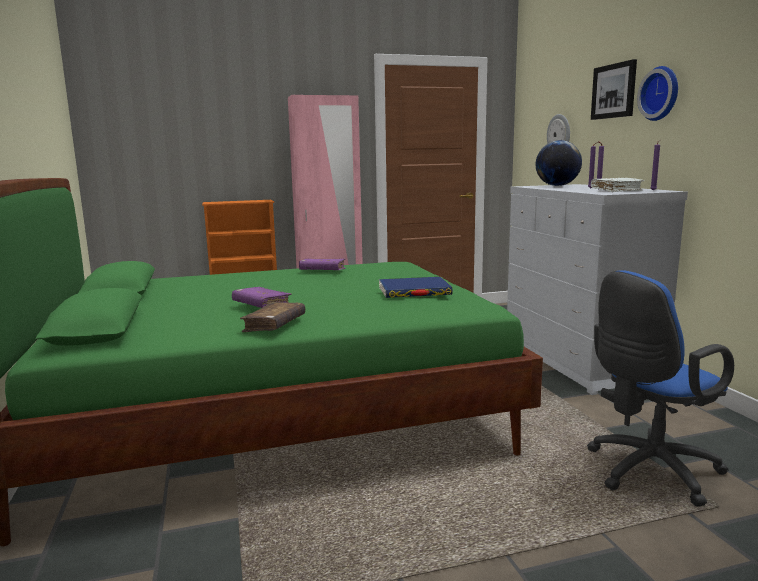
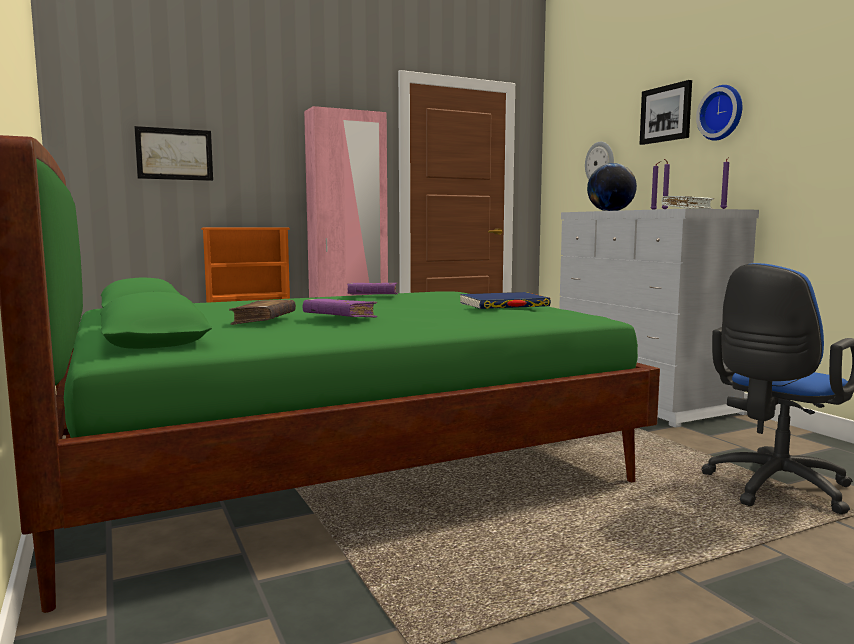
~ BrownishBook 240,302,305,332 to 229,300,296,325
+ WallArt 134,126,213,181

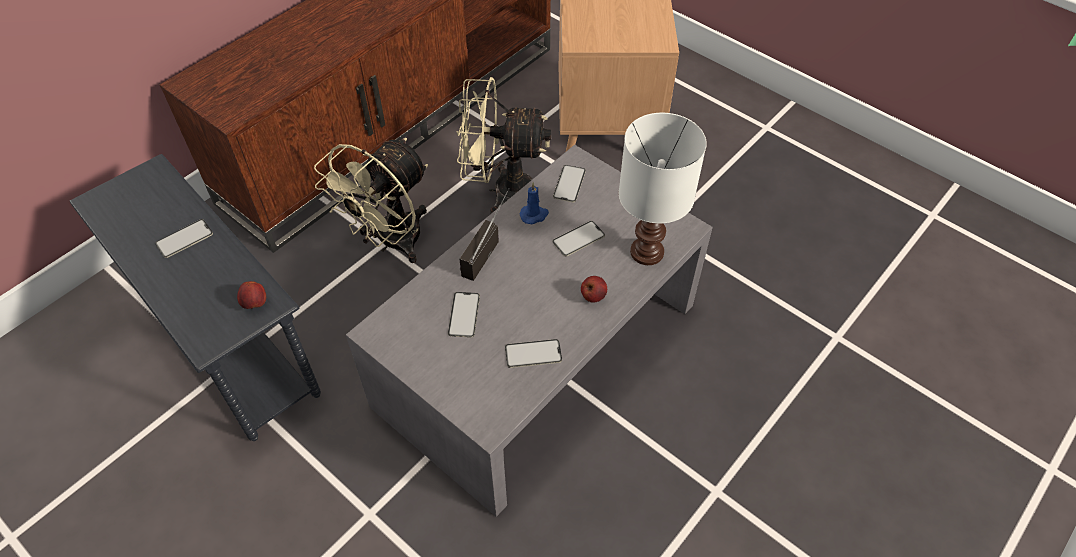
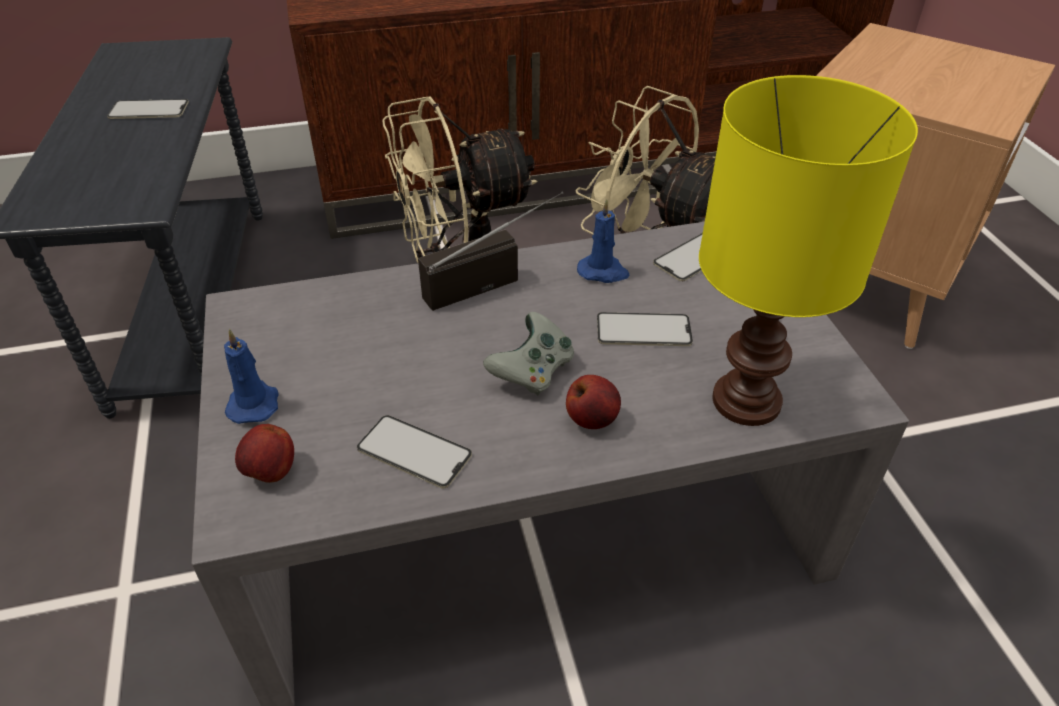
~ WholeApple 237,281,266,309 to 235,424,294,483
- Telephone 448,292,480,338
~ WhitishTableLamp 619,113,707,265 to YellowTableLamp 699,75,918,426
+ BlueColouredWaxLight 224,329,278,424
+ GreyJoypad 483,312,574,396

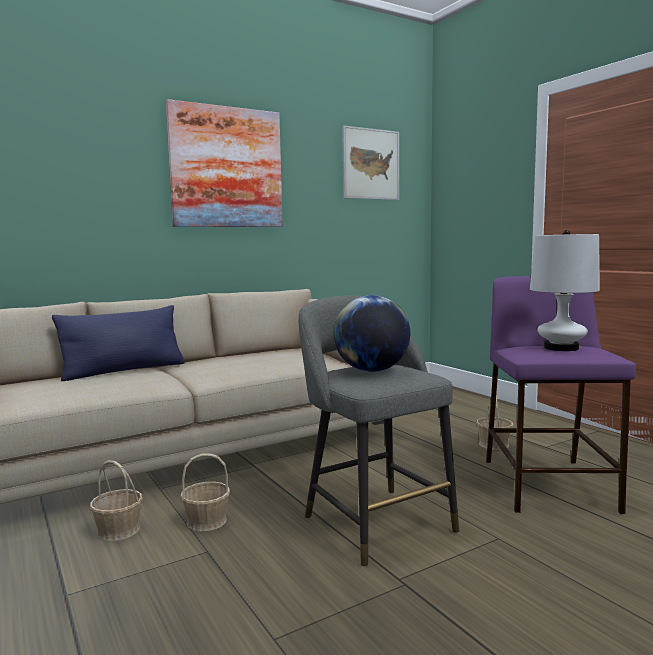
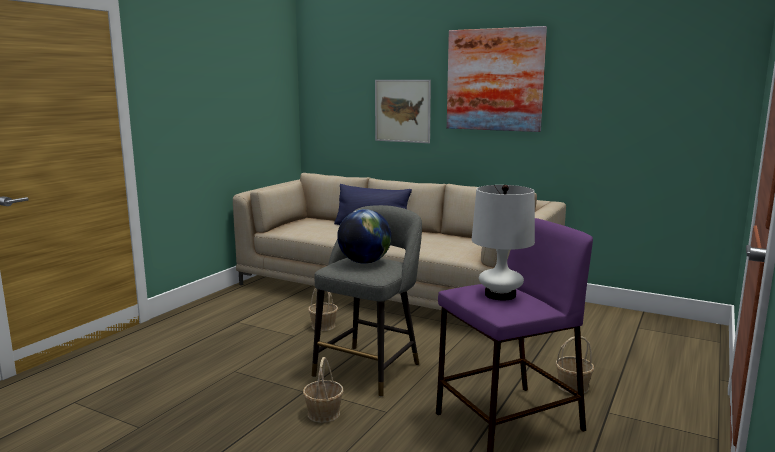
~ HouseholdBasket 90,460,143,541 to 303,357,344,423
~ WallArt 342,125,399,200 to 375,80,431,143

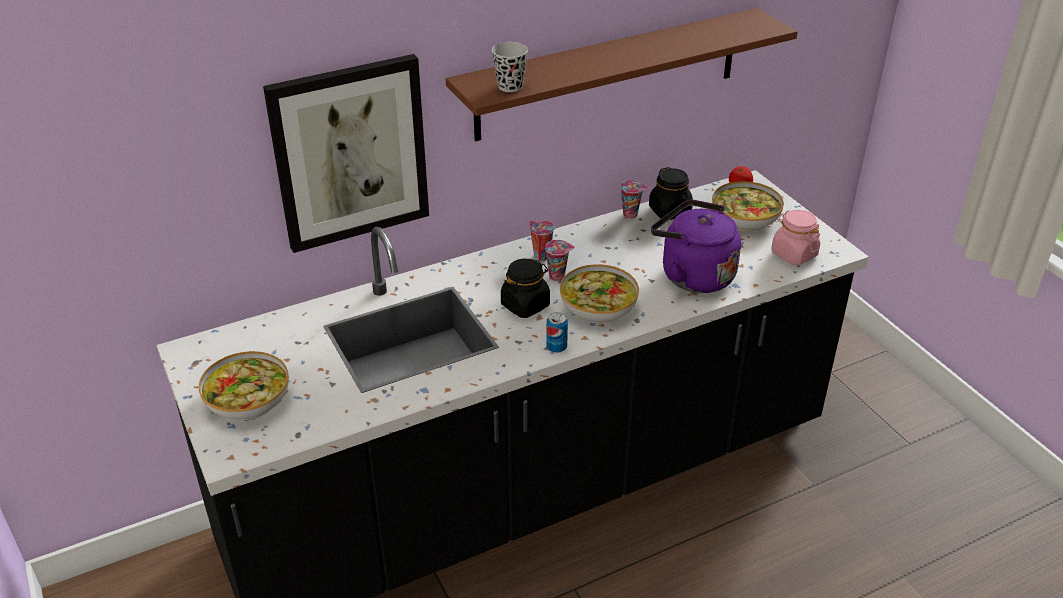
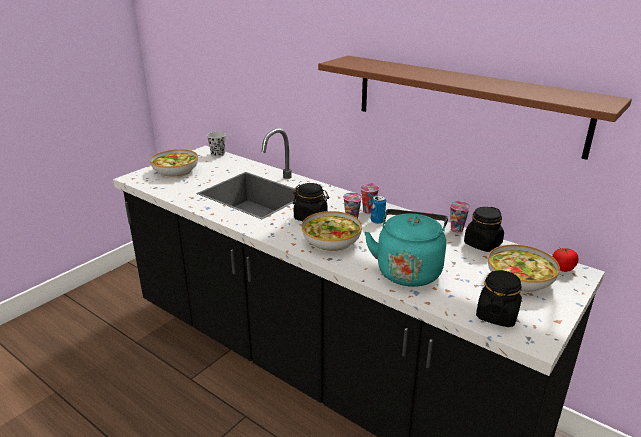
- WallArt 263,54,429,253
~ BlackishDrinkingCup 492,42,528,92 to 207,132,226,157
~ MetalCan 546,312,568,353 to 371,195,386,224
~ PurplishWaterKettle 651,199,741,293 to TurquoiseColouredWaterKettle 364,209,448,287
~ PinkStorageJar 771,210,820,265 to BlackishStorageJar 476,270,522,327

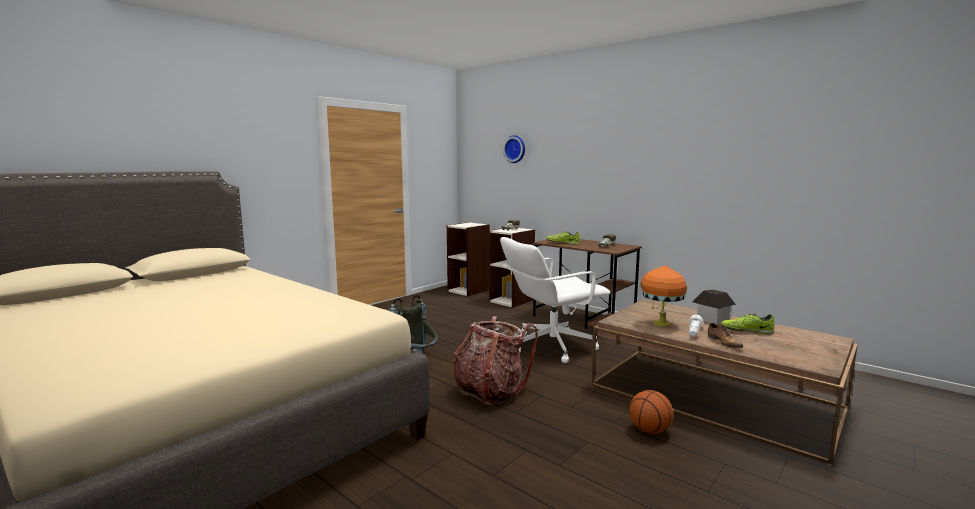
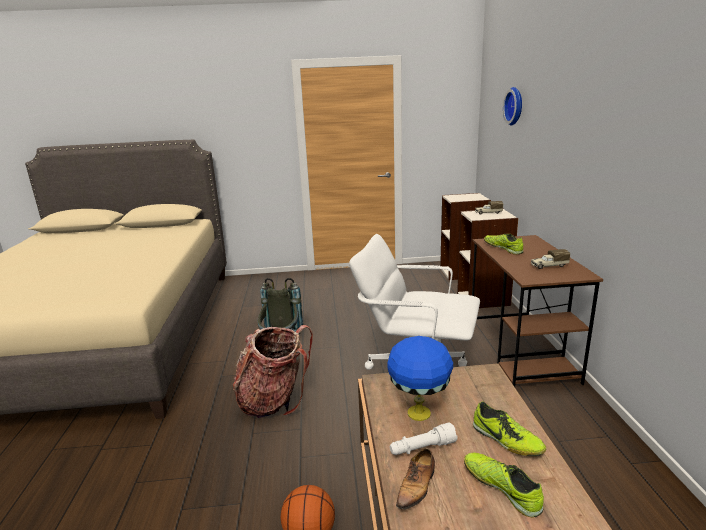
~ OrangeTableLamp 641,265,687,327 to BlueColouredTableLamp 387,336,453,421
~ MiniatureHouse 692,289,736,324 to Shoe 473,401,546,456

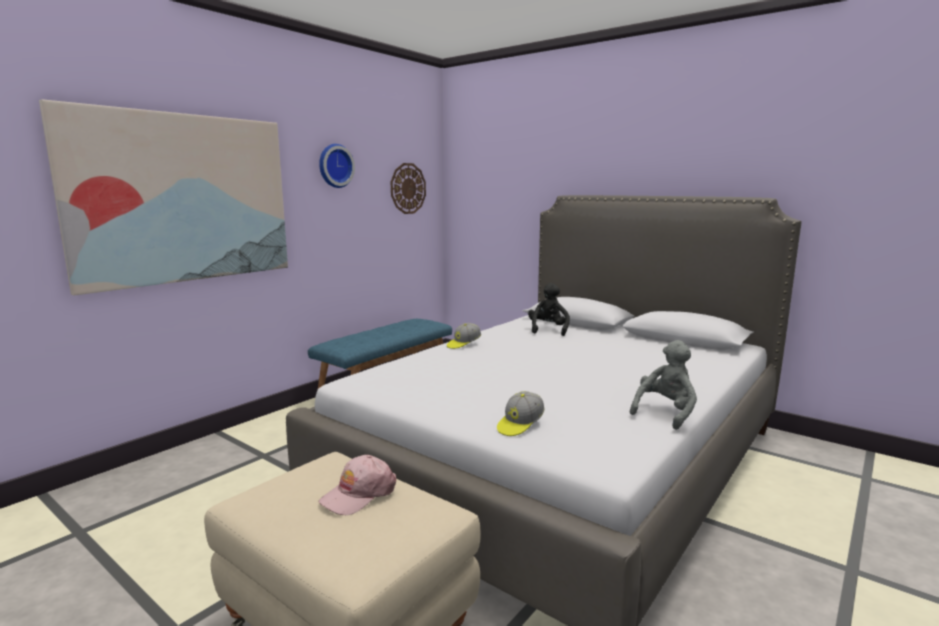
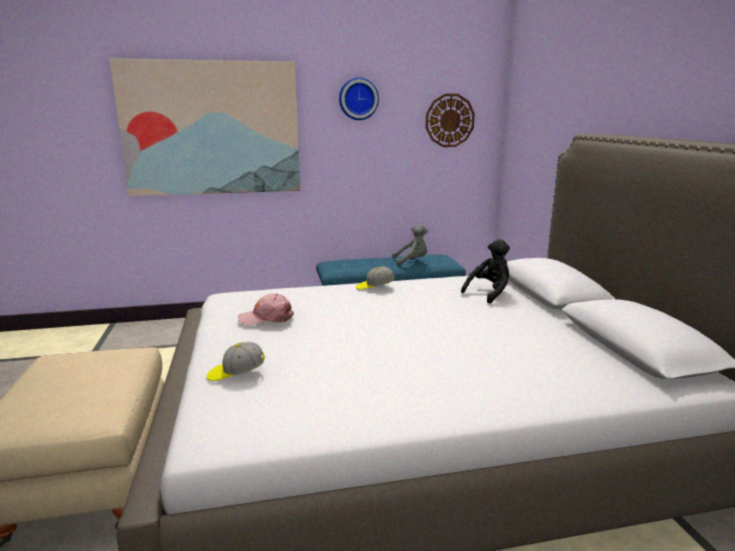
~ PinkBaseballCap 318,455,396,515 to 238,293,294,325
~ GreyPlushToy 630,340,697,430 to 392,224,428,266

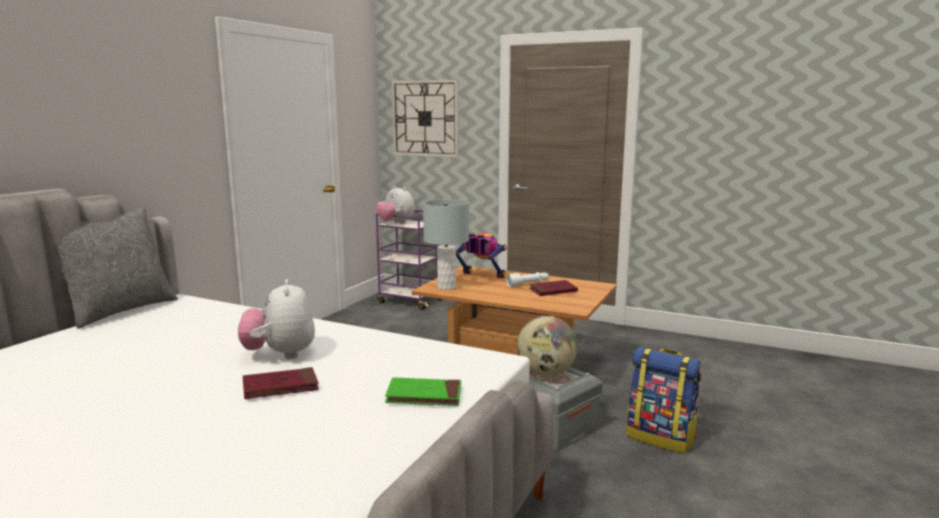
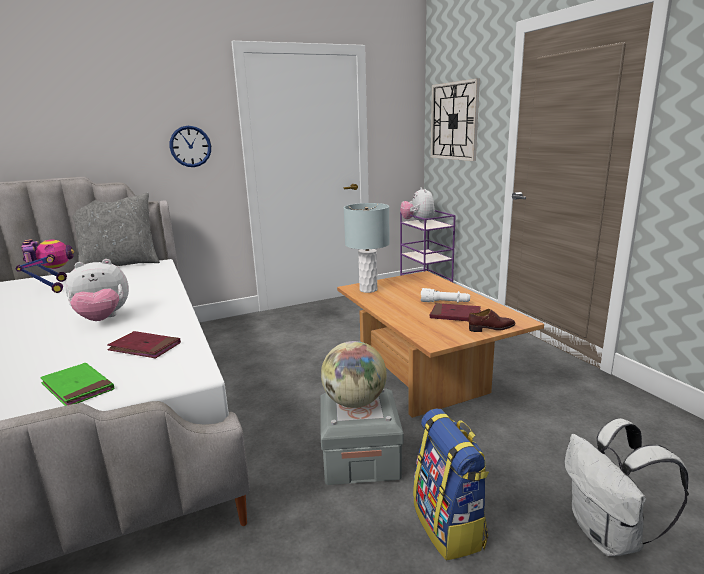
~ PlushToy 238,279,315,359 = 66,259,129,321 135 degrees counterclockwise
~ ReddishBook 243,367,319,399 to 107,331,181,358
~ ModelRobot 456,232,507,278 to 16,239,74,293
+ WallClock 170,126,211,167
+ BrownishShoe 468,309,515,332
+ WhitishBackpack 565,418,689,556

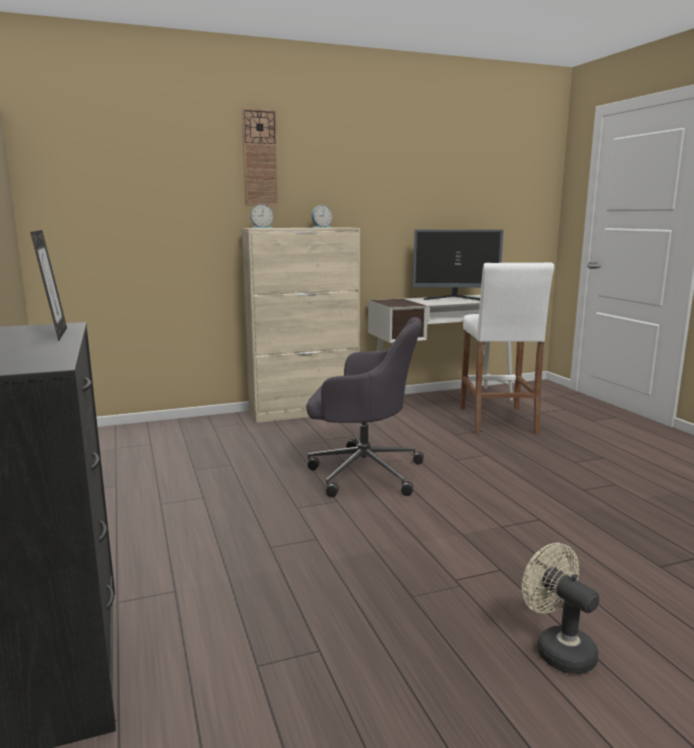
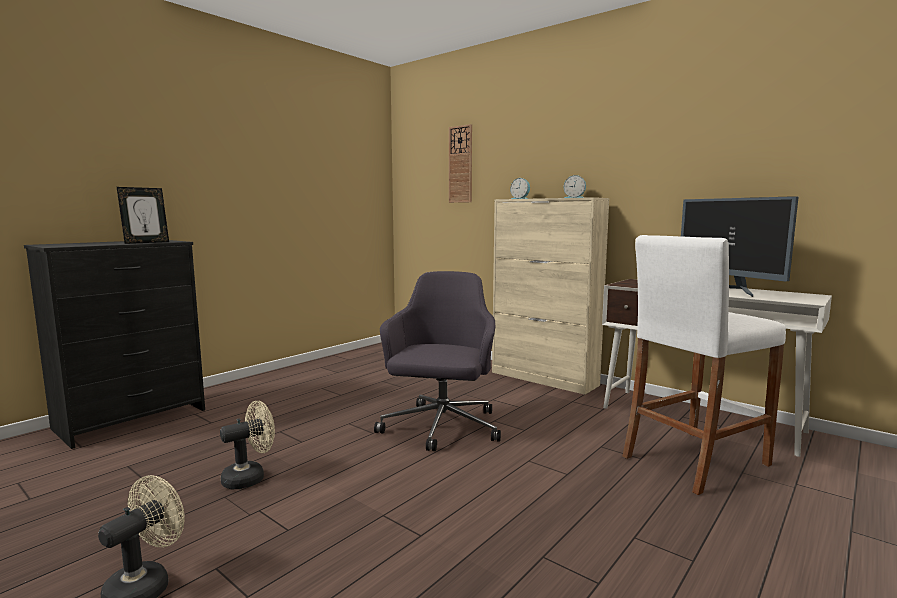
~ WallClock 242,108,279,206 to 449,124,472,203
~ GreyOfficeChair 306,317,424,497 = 374,271,501,451 150 degrees counterclockwise
+ BeigeColouredFan 220,401,275,489

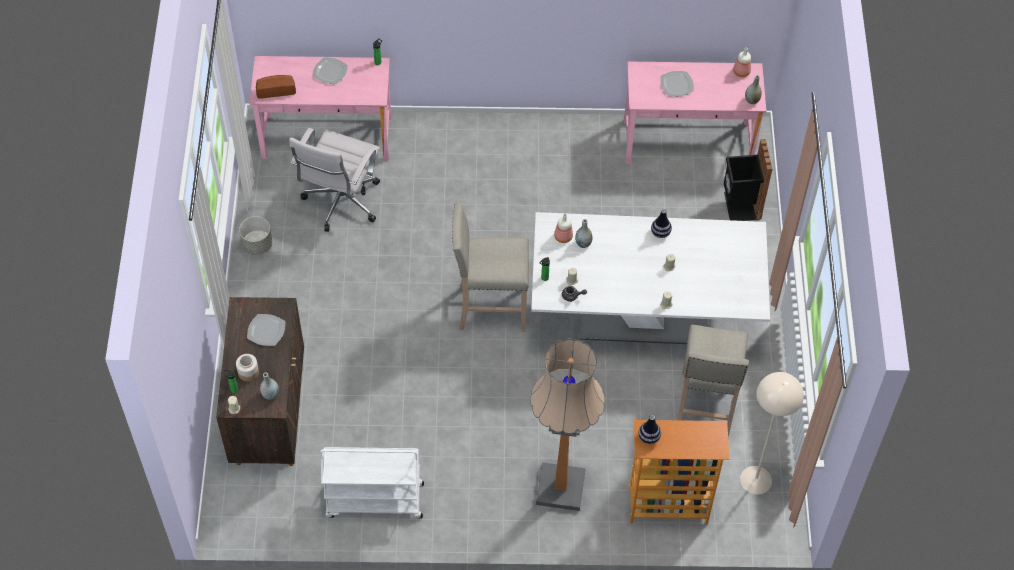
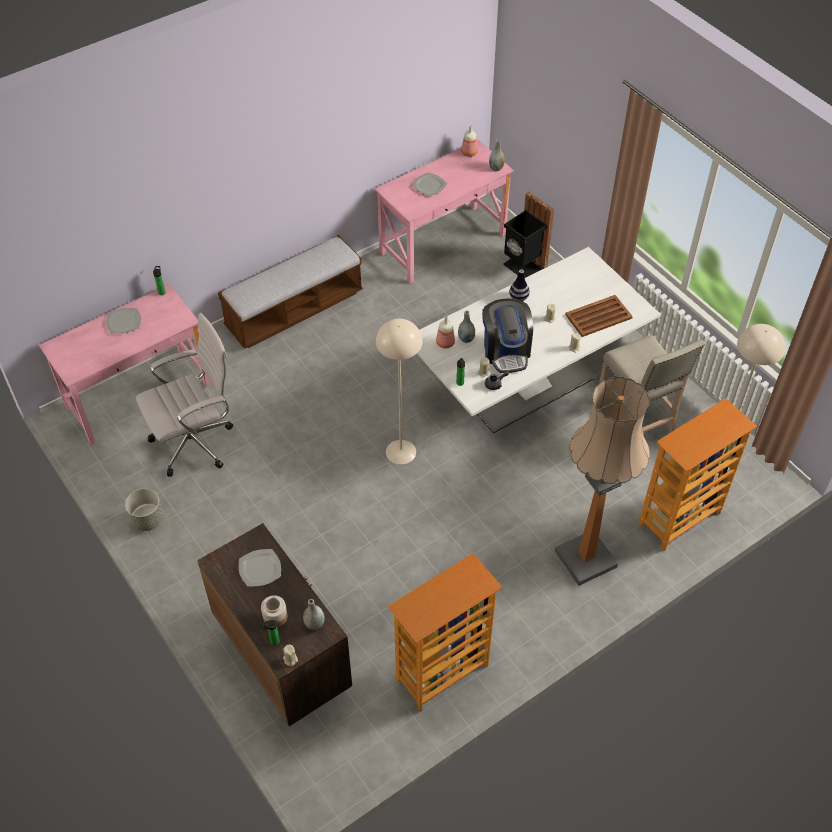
- BakeryBread 256,75,296,99
~ WhitishOfficeChair 289,128,380,232 = 136,313,233,477 105 degrees counterclockwise
~ WhitishCart 320,447,424,519 to Bookcase 387,553,502,712
~ BeigeColouredSittingStool 452,202,529,332 to BeigeColouredFloorLamp 376,319,422,464
- DecorativeVase 638,415,661,444
+ Bench 218,235,363,349
+ CoffeeBrewer 482,298,533,373
+ BrownishTray 565,295,633,337

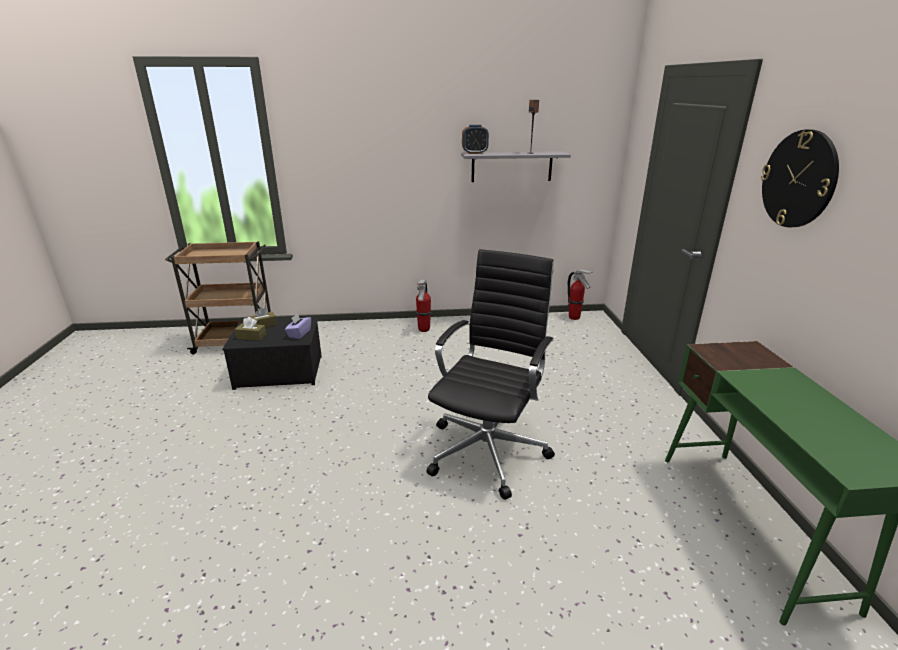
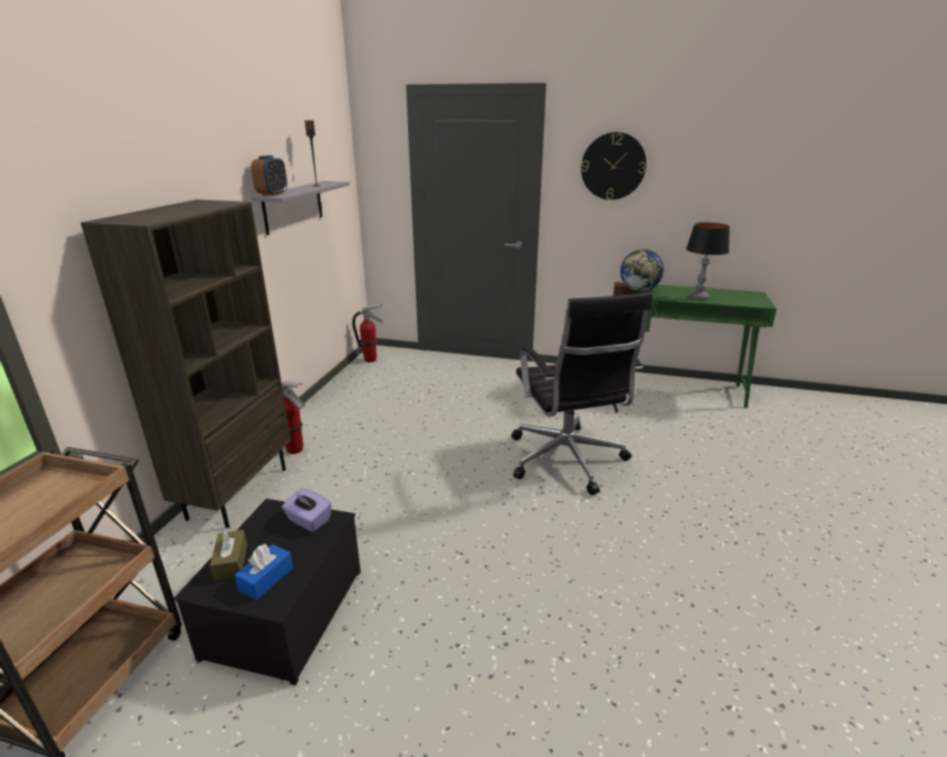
~ BrownishBoxOfTissues 235,317,266,341 to BlueColouredBoxOfTissues 235,544,293,600
~ BlackishOfficeChair 427,249,555,500 = 511,292,653,495 150 degrees counterclockwise
+ BrownishBookcase 81,200,291,528
+ DeskGlobe 620,249,664,292
+ TableLamp 686,222,730,300

